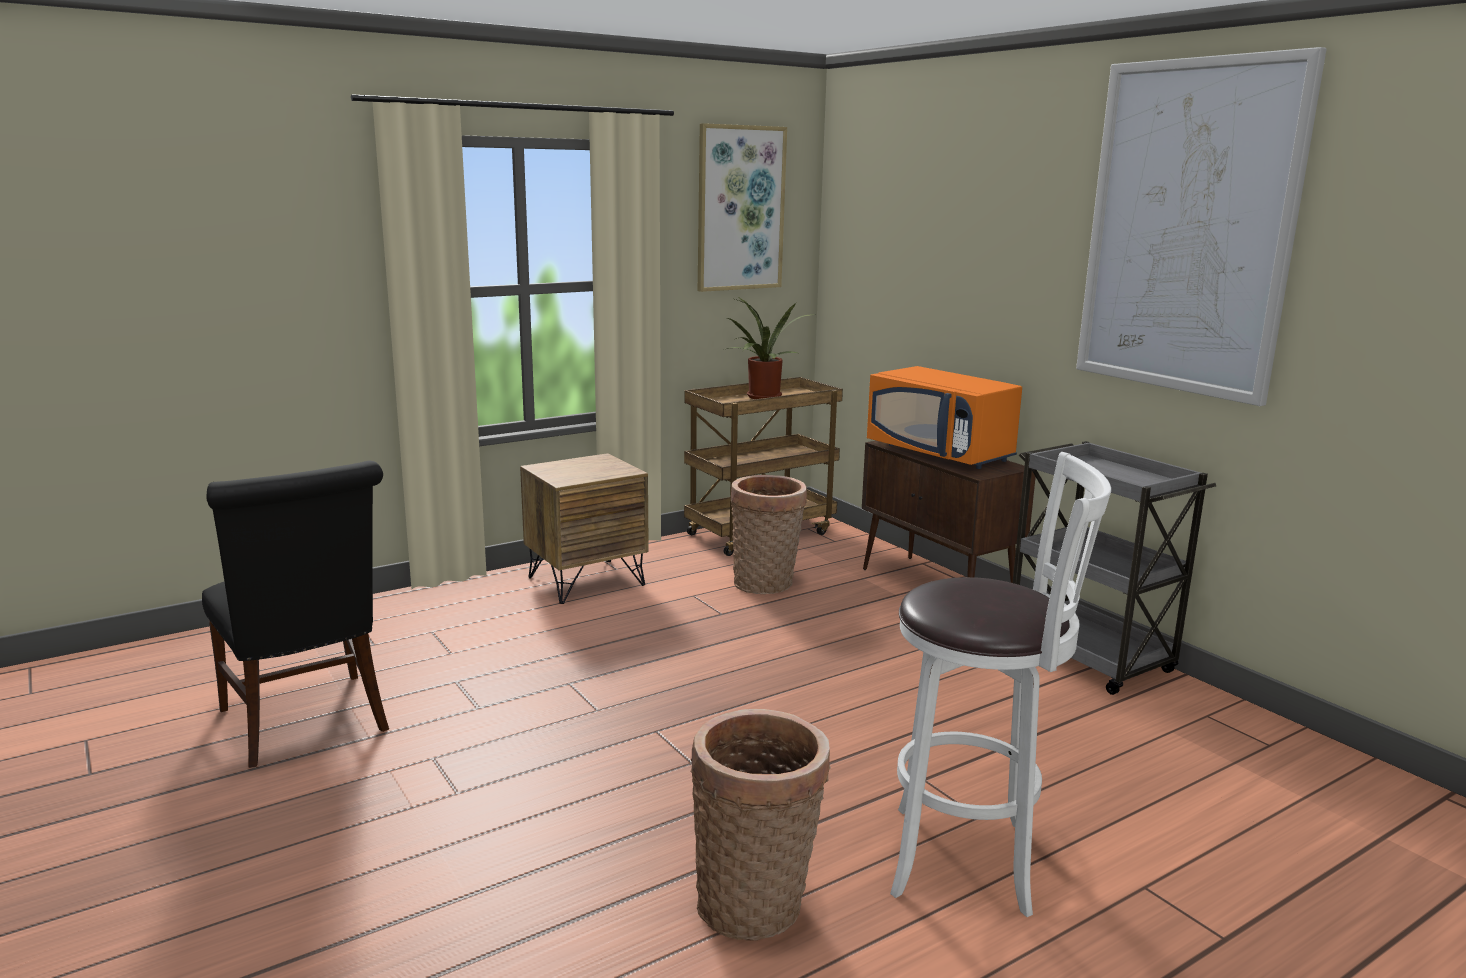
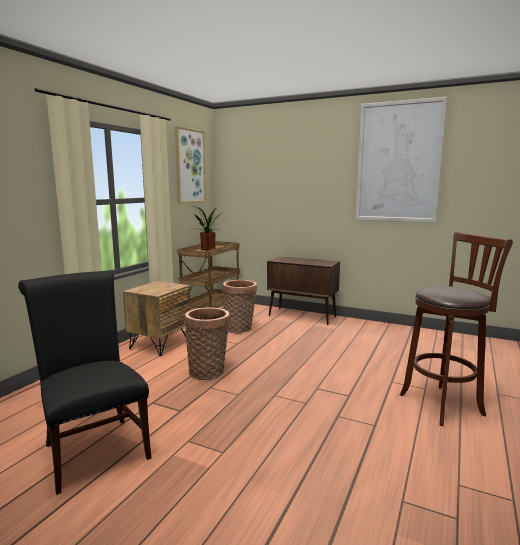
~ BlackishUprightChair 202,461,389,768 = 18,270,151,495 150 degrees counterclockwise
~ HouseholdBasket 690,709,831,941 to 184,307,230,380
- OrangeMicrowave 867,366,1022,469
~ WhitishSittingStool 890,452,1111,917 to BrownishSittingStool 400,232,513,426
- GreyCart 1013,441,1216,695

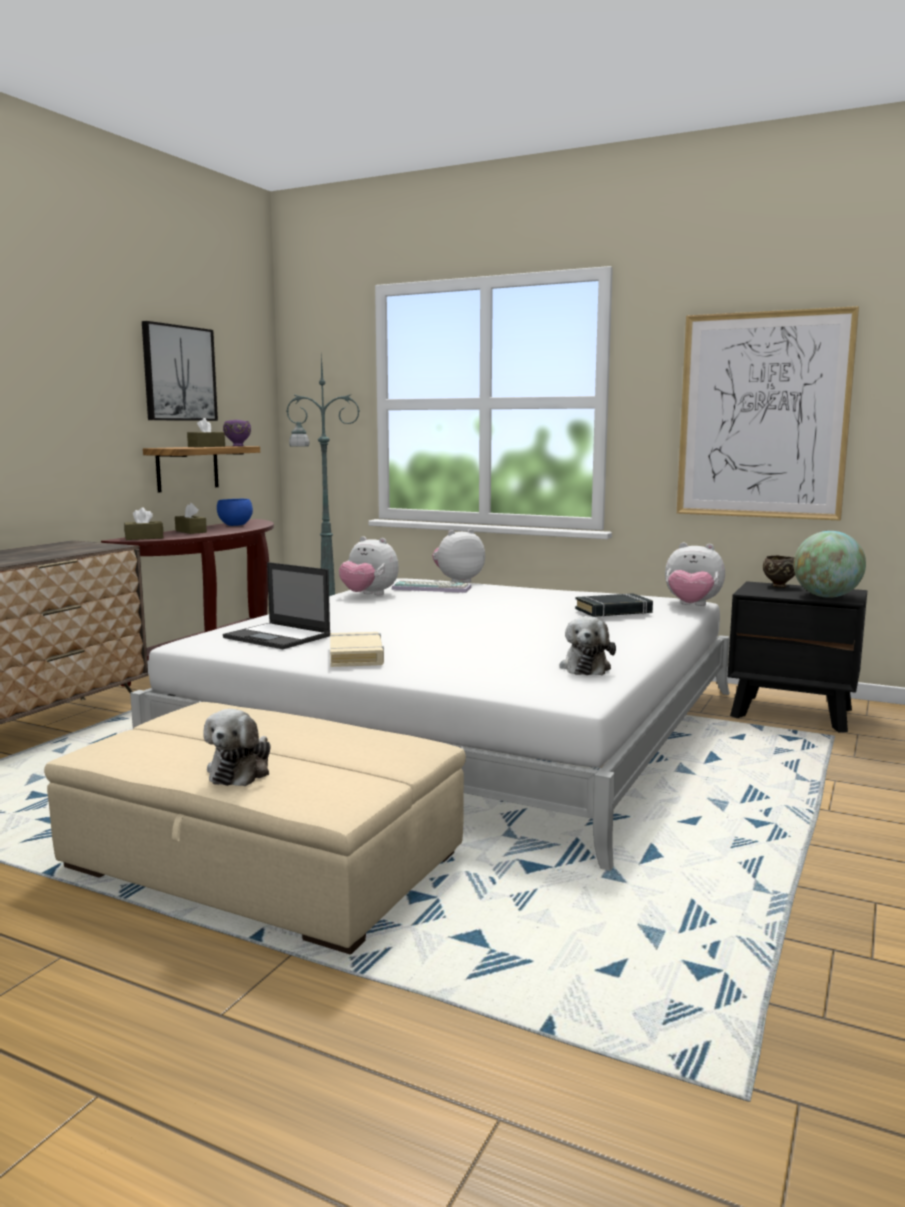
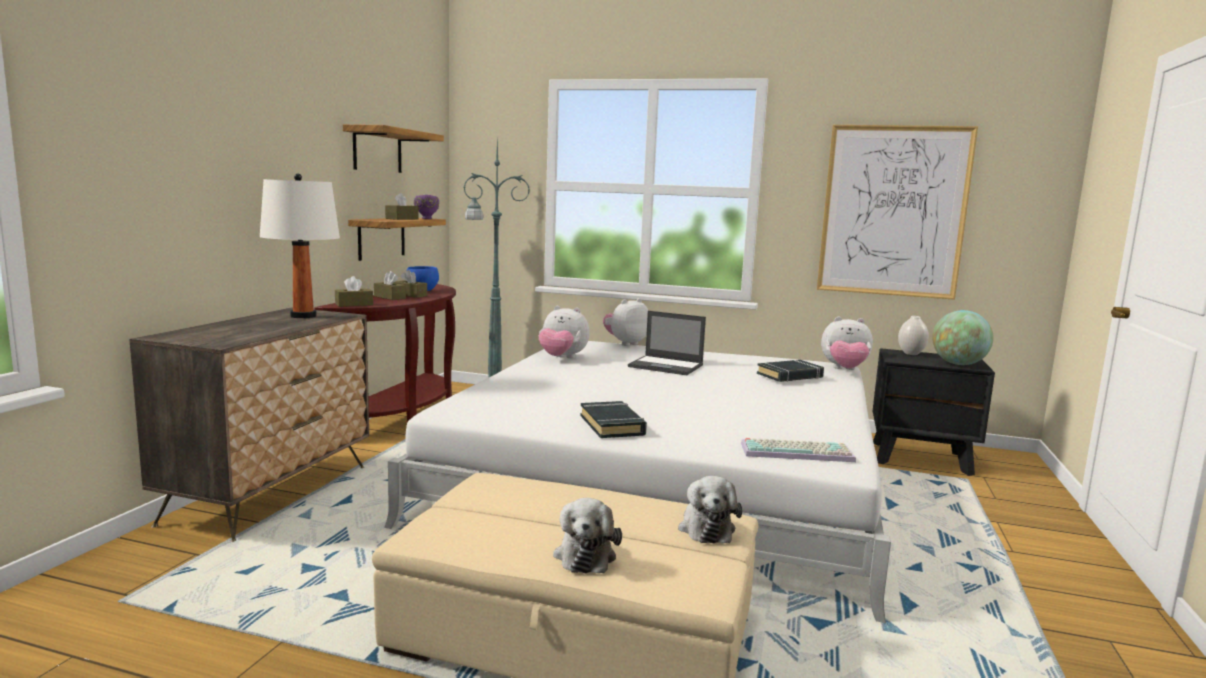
~ WallArt 142,321,218,421 to Shelf 343,124,444,173
~ NotebookComputer 223,562,330,649 to 628,311,706,375
~ BeigeColouredBook 330,632,384,667 to BlackishBook 580,401,647,438
~ PcKeyboard 391,580,471,593 to 741,438,856,462
~ PlushToy 559,616,616,675 to 678,476,742,543
~ BrownishServingBowl 763,556,795,588 to WhitishDecorativeVase 898,316,929,355
+ WhitishTableLamp 260,173,340,318
+ BrownishBoxOfTissues 394,270,427,298

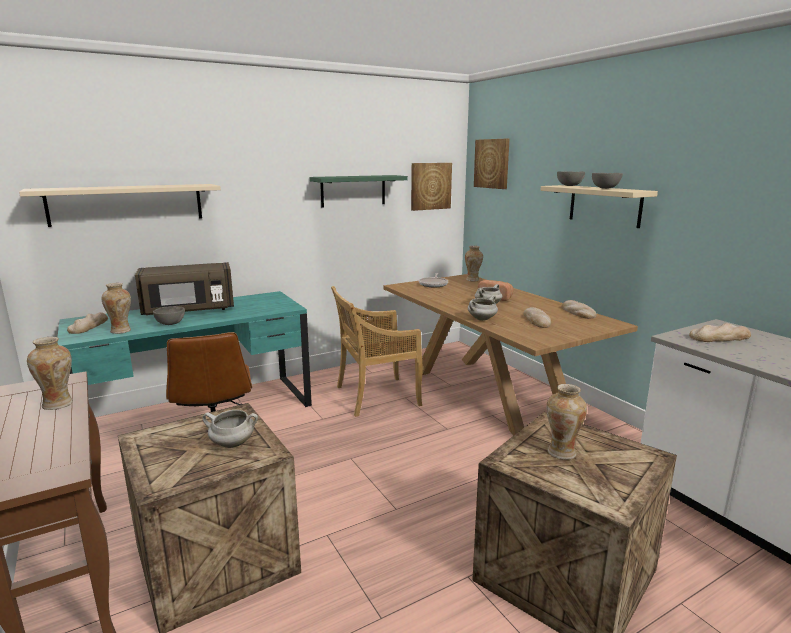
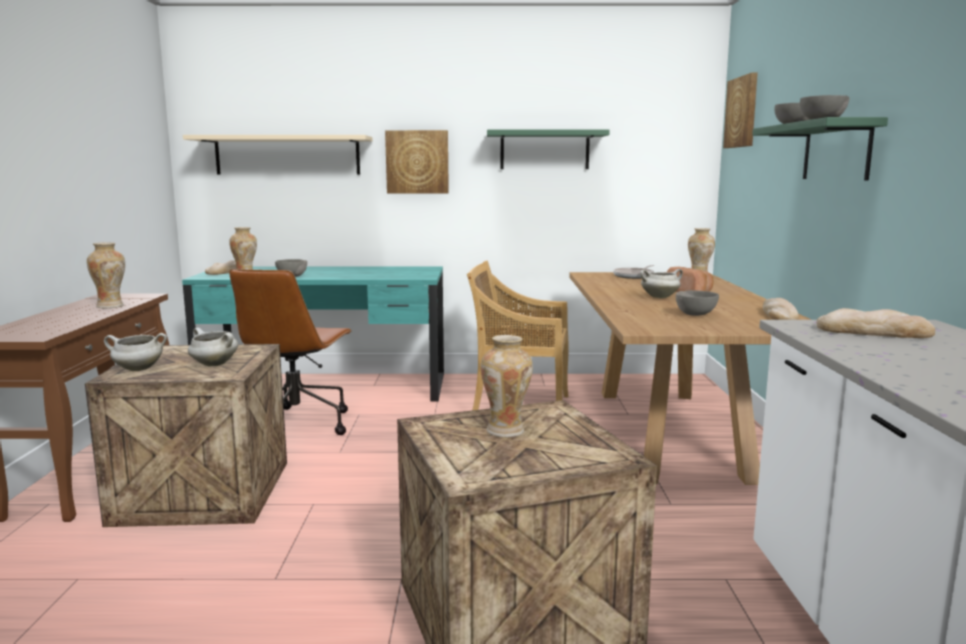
- BrownishMicrowave 135,262,234,315
~ WallArt 411,163,452,211 to 385,130,449,193
~ WhitishSaucepot 468,295,498,321 to 104,333,167,371
~ BakeryBread 524,307,551,328 to GreyServingBowl 676,290,719,316
~ BeigeColouredShelf 540,185,658,228 to GreenishShelf 752,117,888,181

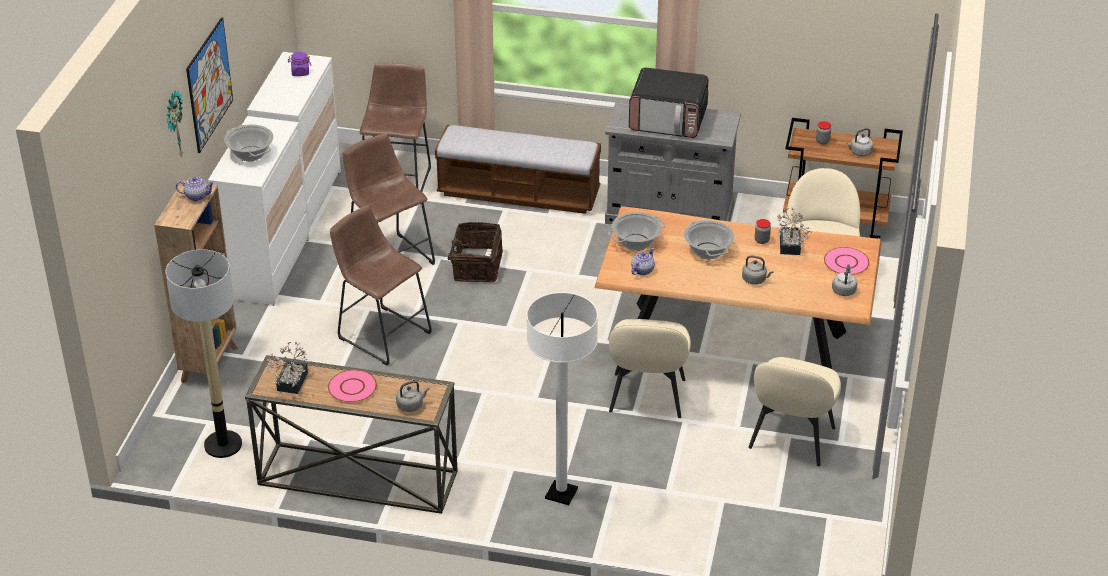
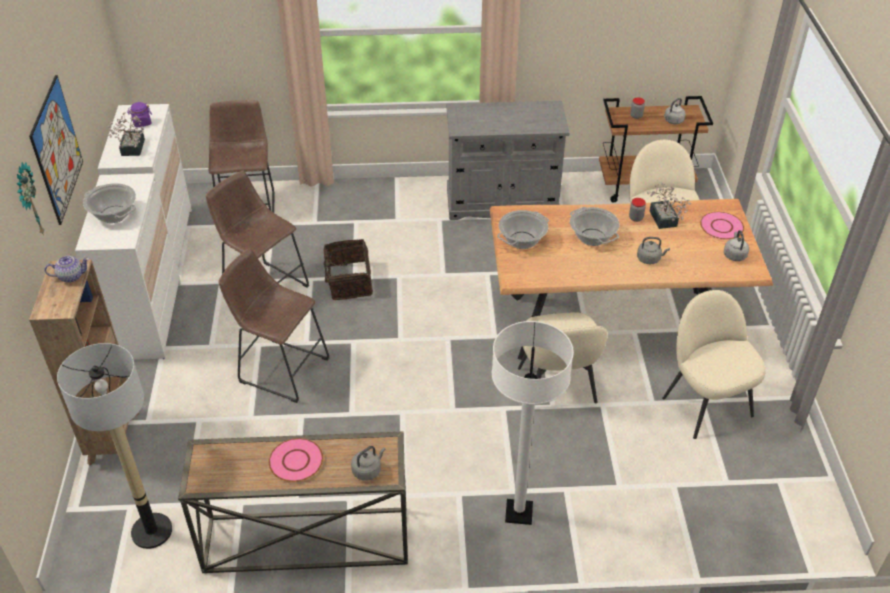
~ Houseplant 267,341,308,394 to 108,111,145,156
- Bench 435,125,601,214
- Microwave 629,67,709,138
- Teapot 631,248,655,275
~ BeigeColouredUprightChair 748,357,841,466 = 662,290,765,439 150 degrees clockwise

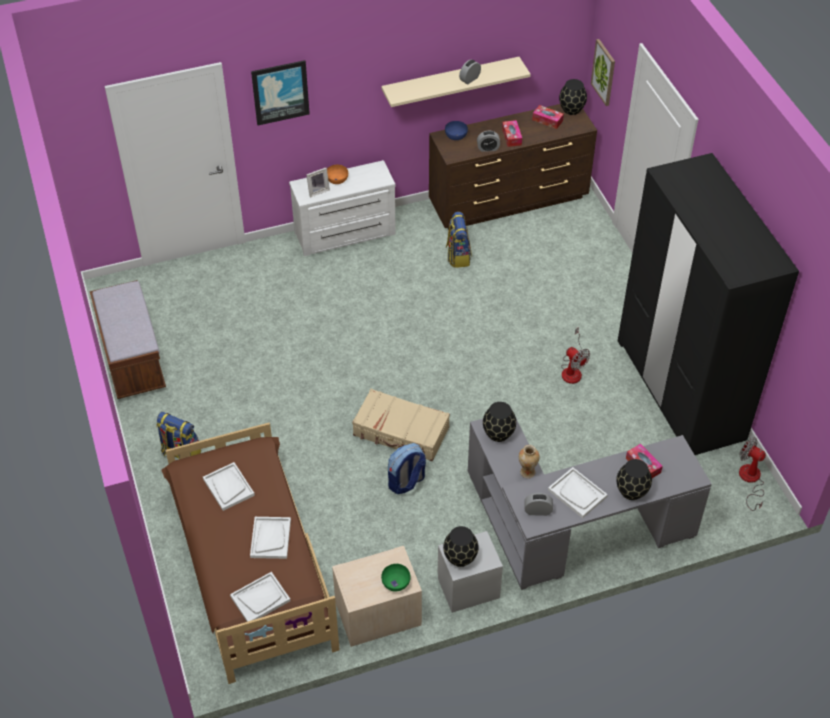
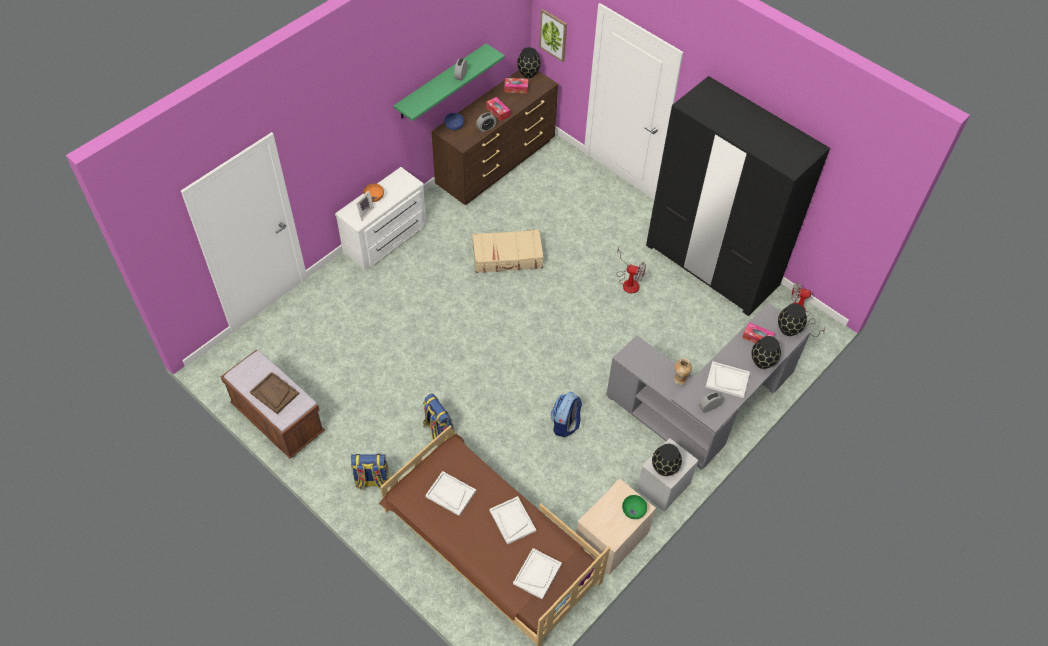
- WallArt 251,60,310,125
~ BeigeColouredPieceOfLuggage 352,389,450,461 to 472,229,544,273
~ BeigeColouredShelf 381,57,531,107 to GreenishShelf 393,44,505,121
~ Backpack 446,212,471,268 to 423,394,454,440
~ BlackishDecorativeVase 483,402,516,442 to 778,303,807,336
+ BrownishTray 250,372,299,414

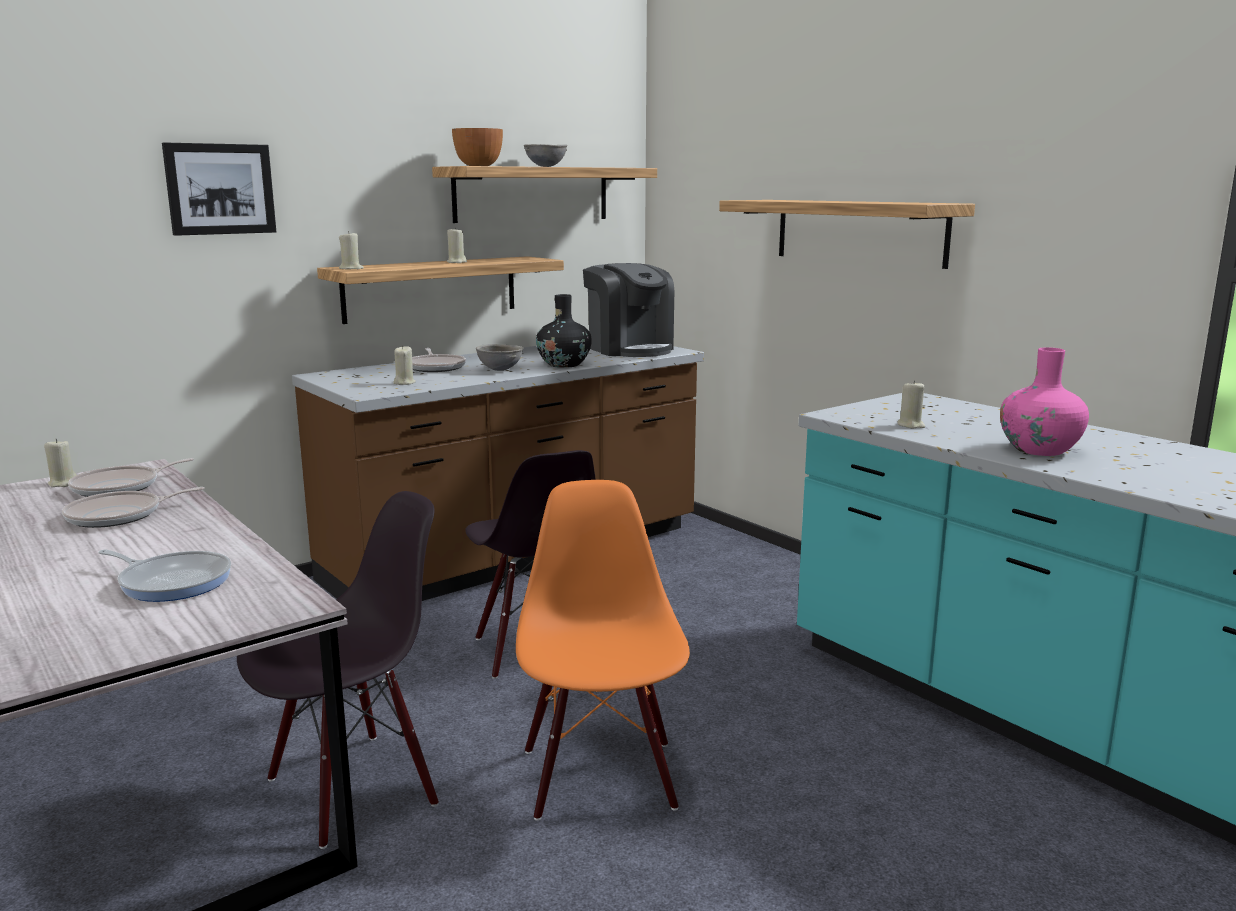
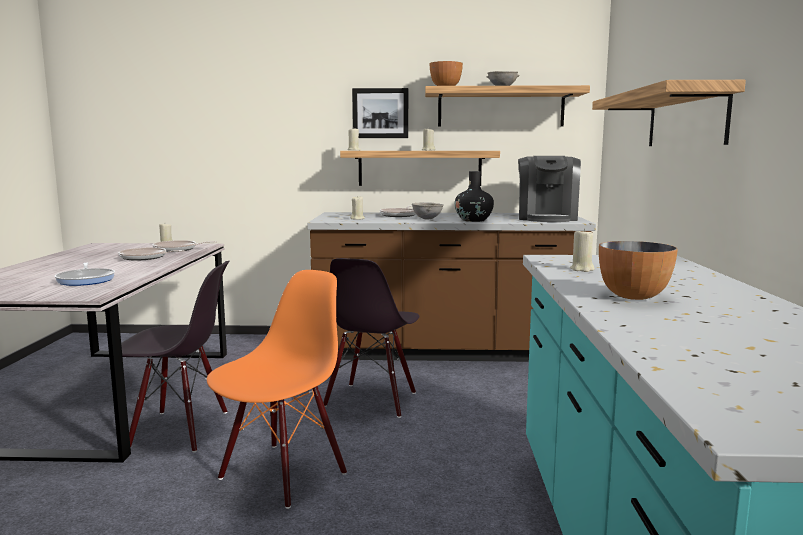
~ WallArt 162,142,276,236 to 352,88,408,138
~ PinkDecorativeVase 1000,347,1089,456 to ServingBowl 599,241,678,300

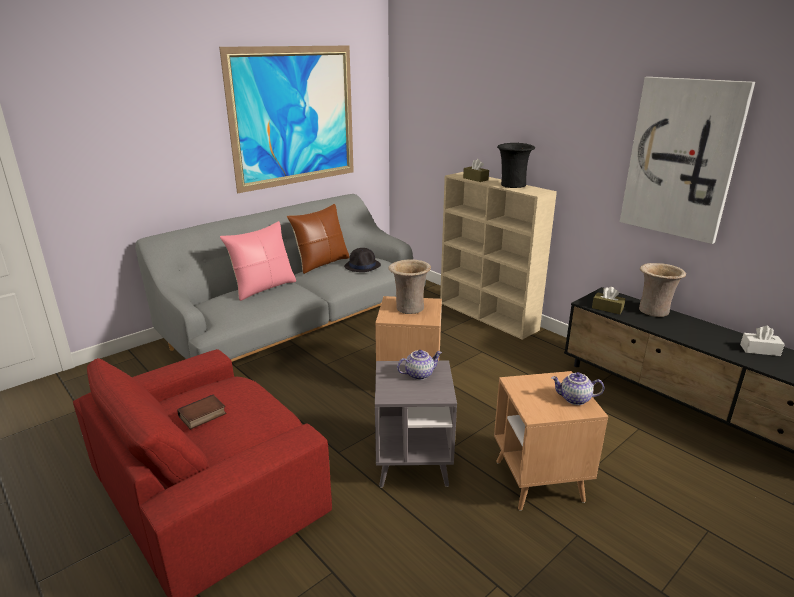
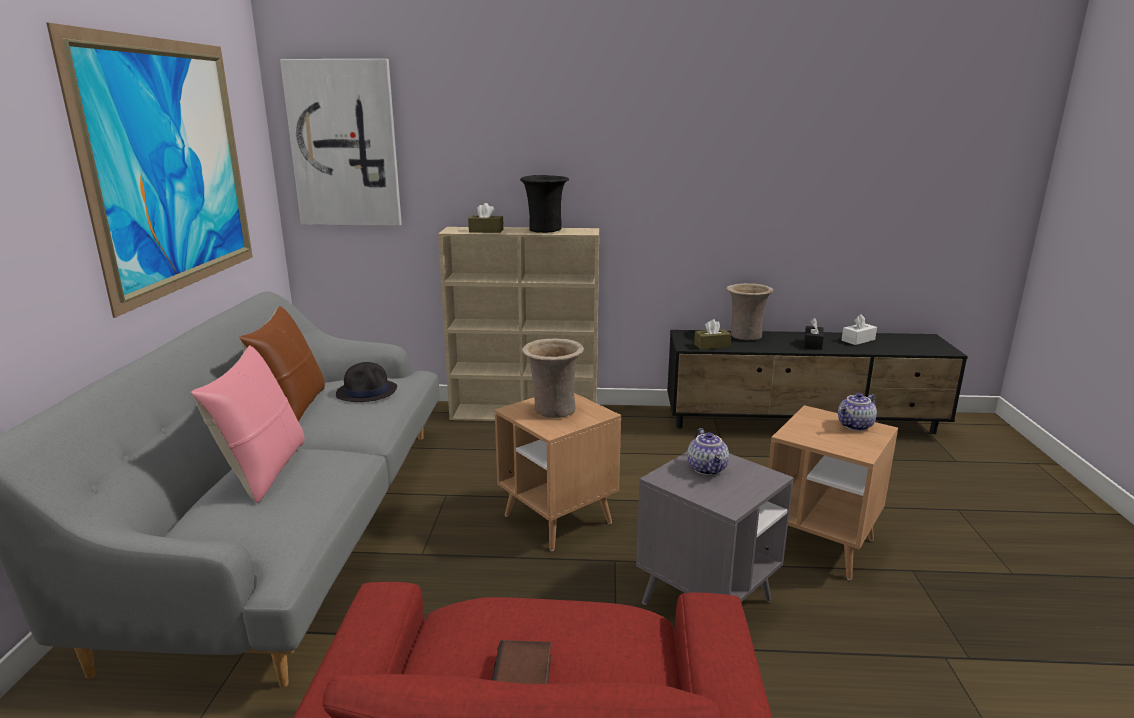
~ Teapot 397,350,442,380 = 687,428,729,475 150 degrees clockwise
~ WallArt 620,77,755,244 to 280,59,402,226
+ BlackishBoxOfTissues 804,318,824,350

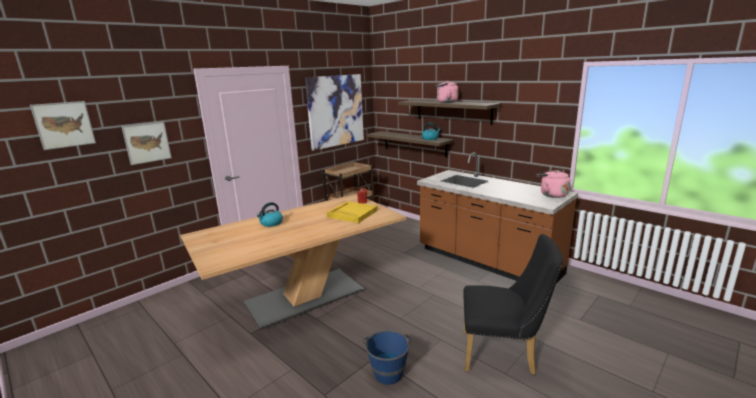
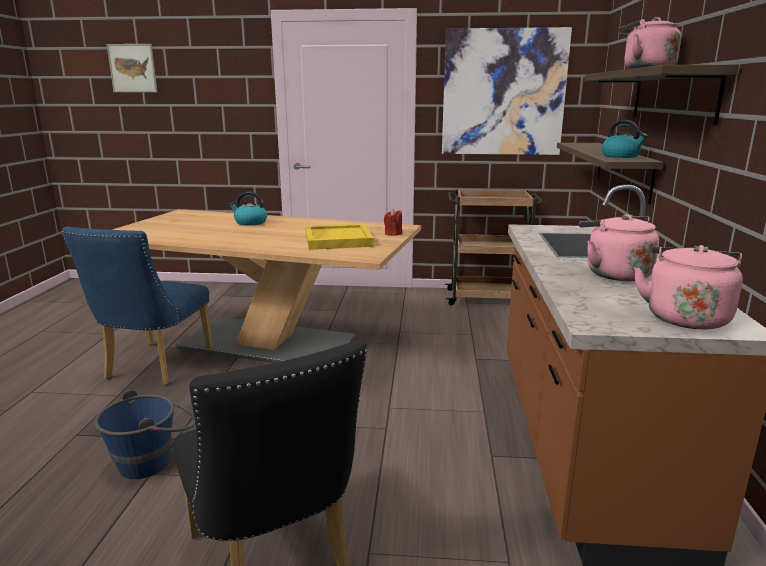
- WallArt 121,121,172,165
+ BlueColouredUprightChair 61,227,213,386
+ PinkWaterKettle 579,214,659,281

